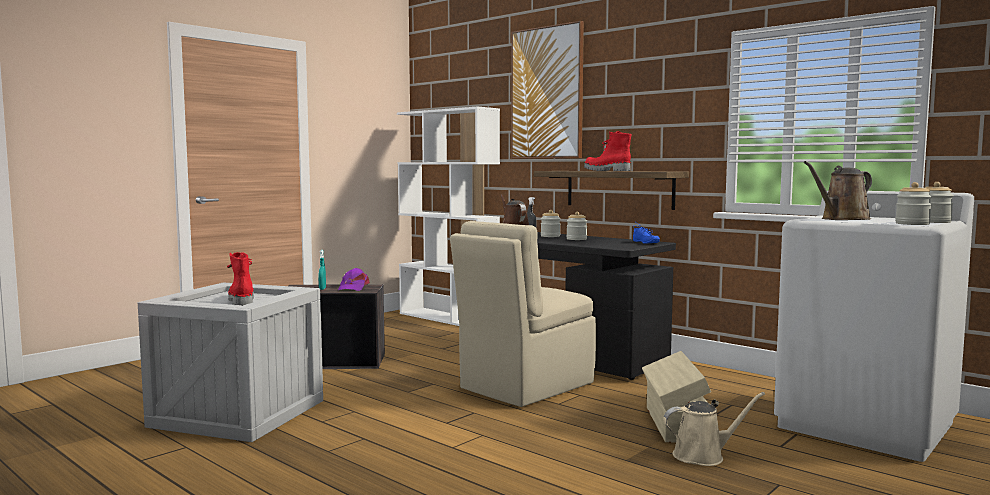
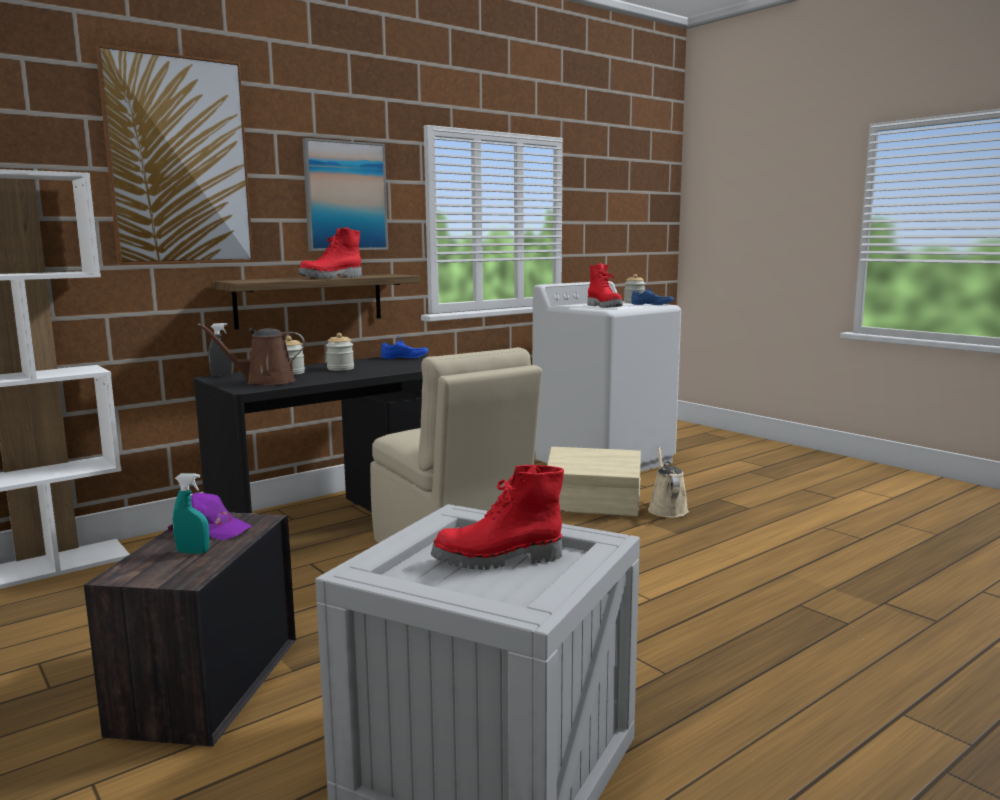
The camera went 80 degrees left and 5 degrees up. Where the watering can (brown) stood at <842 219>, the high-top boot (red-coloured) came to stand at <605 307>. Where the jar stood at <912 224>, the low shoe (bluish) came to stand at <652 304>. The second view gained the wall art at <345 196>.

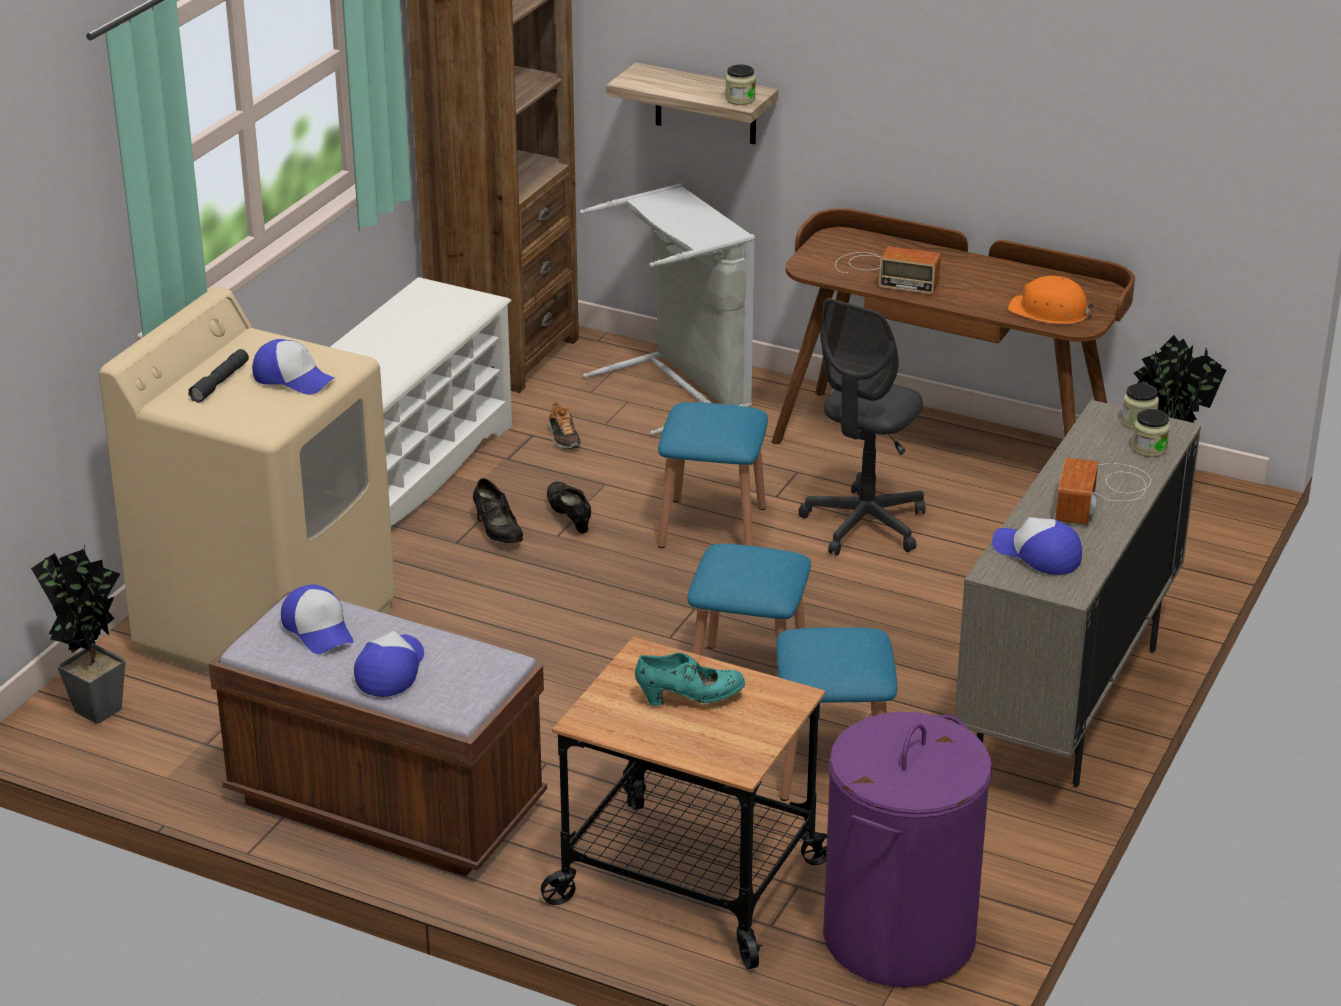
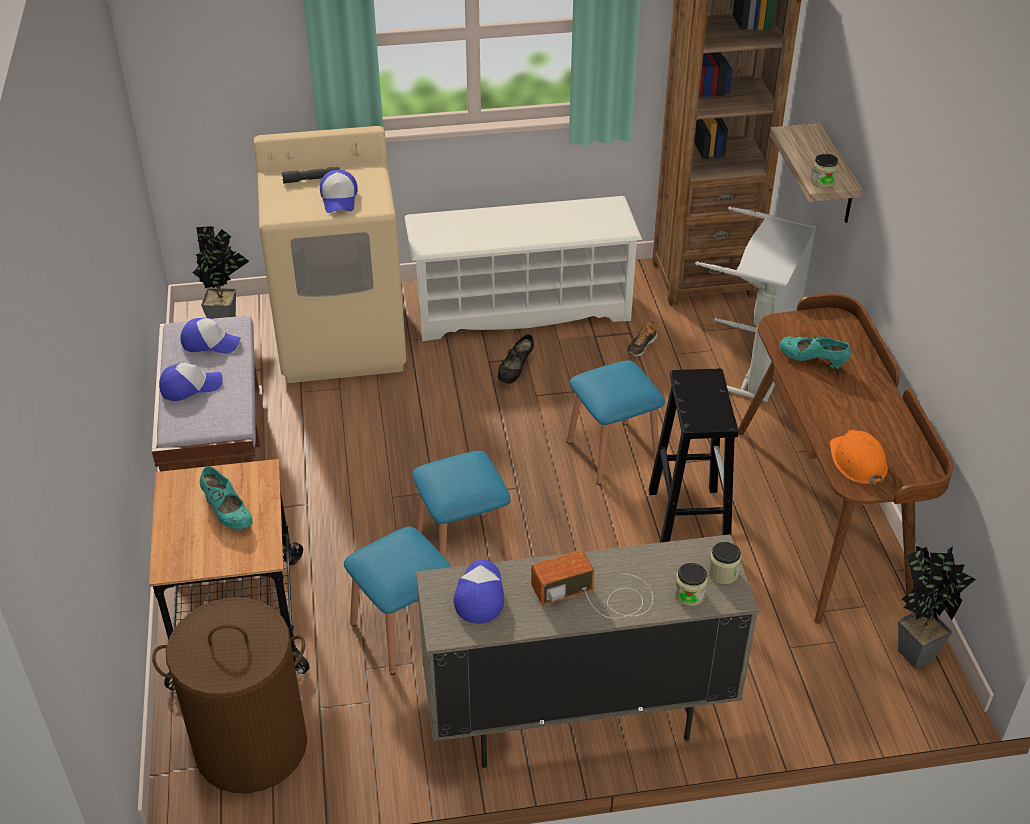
The camera went 55 degrees right and 10 degrees up. The peaked cap at <319 629> ended up facing another way, 105 degrees counterclockwise from before. The second view lost the low shoe (black) at <569 518>. Where the computer chair (grey) stood at <864 525>, the stool seat (black) came to stand at <687 518>. What was the washing basket (purplish) at <899 937> turned into the washing basket (brown) at <251 747>. Where the radio receiver stood at <884 273>, the low shoe (blue-green) came to stand at <812 361>.

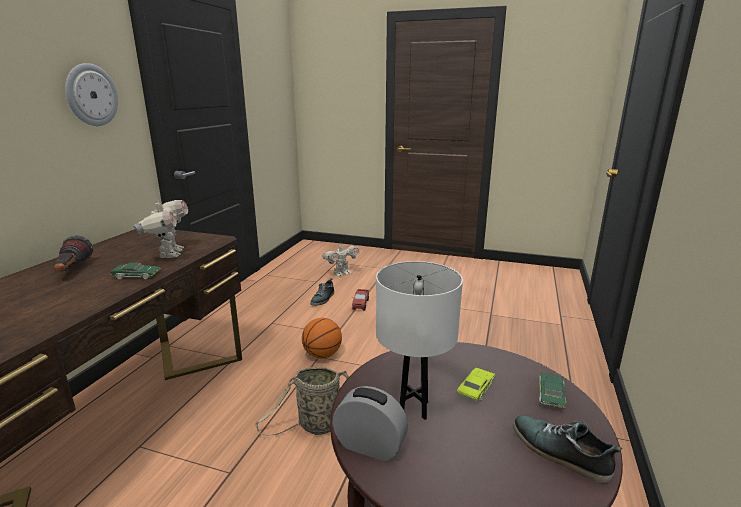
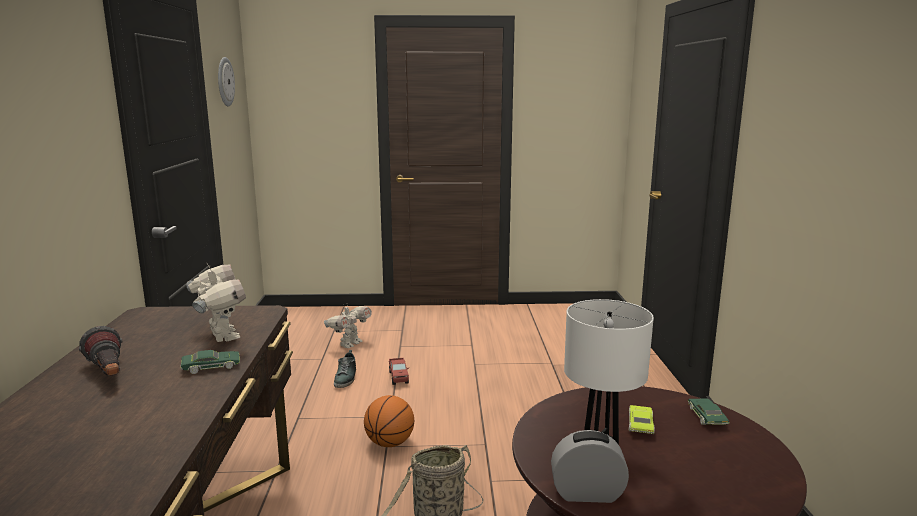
The camera went 20 degrees left and 5 degrees down. The hanging clock ended up elsewhere, having gone from <91 95> to <224 81>. The second view lost the low shoe at <559 452>.

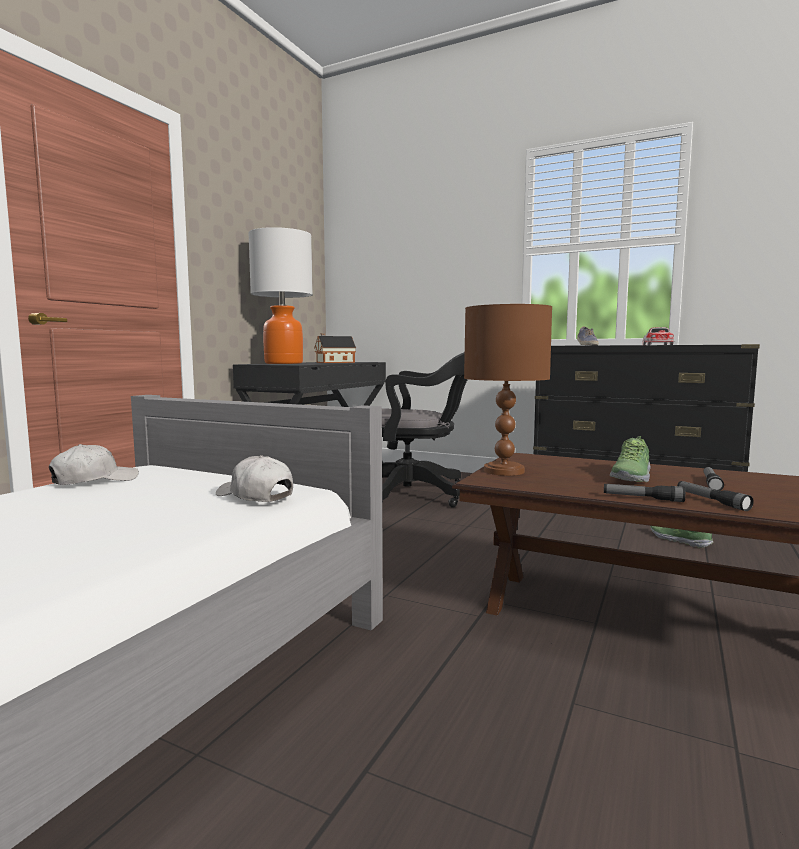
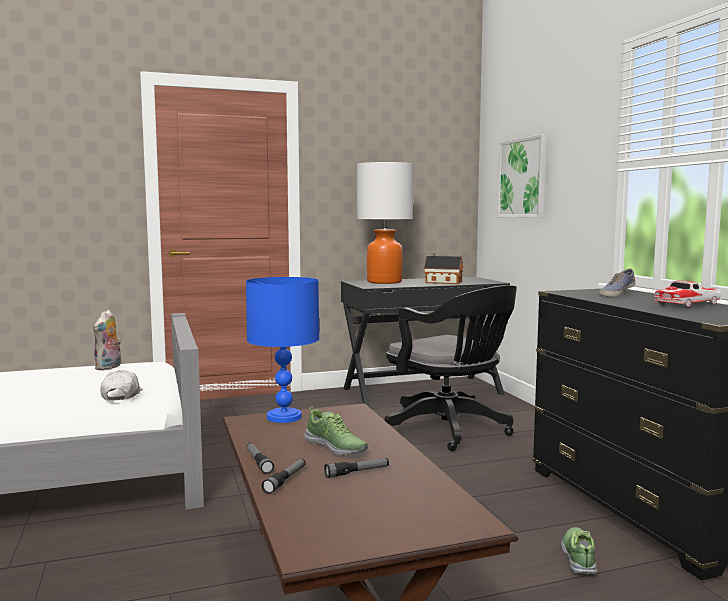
The camera went 45 degrees right and 0 degrees up. Where the peaked cap (white-coloured) stood at <94 480>, the plush toy came to stand at <109 367>. What was the table lamp (brown) at <503 470> turned into the table lamp (bluish) at <284 417>. The low shoe at <630 476> ended up facing another way, 120 degrees counterclockwise from before. The second view gained the wall art at <522 178>.

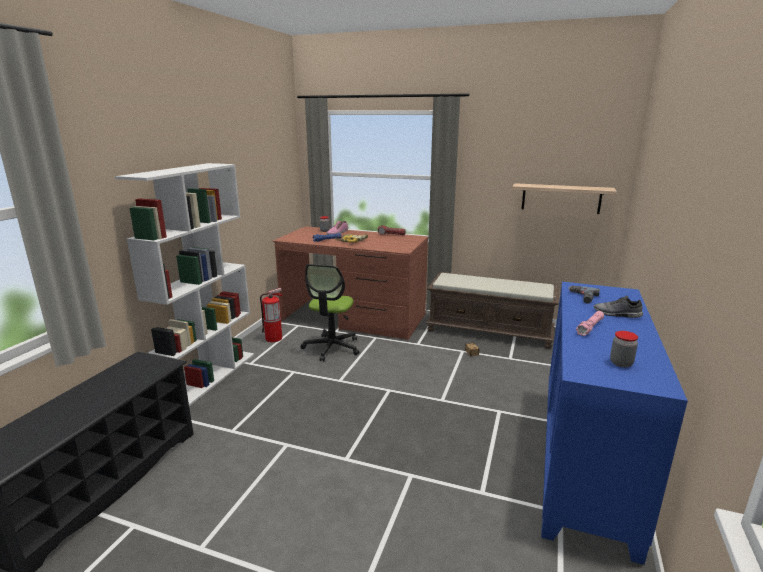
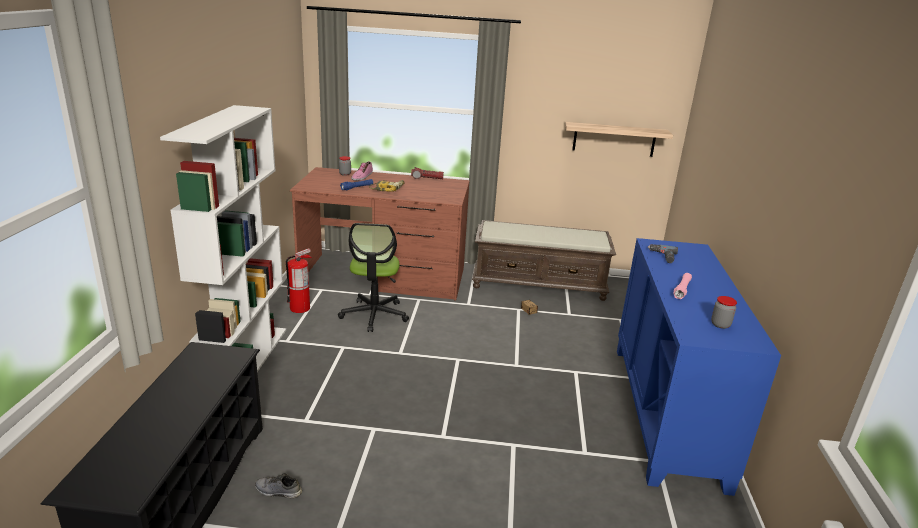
The camera went 15 degrees left and 5 degrees up. The low shoe (grey) ended up elsewhere, having gone from <616 314> to <278 491>.

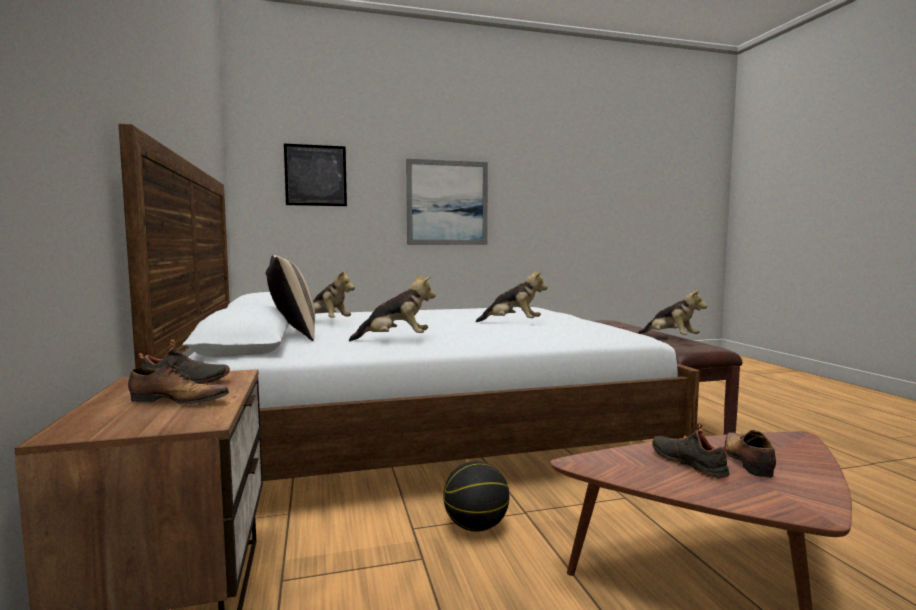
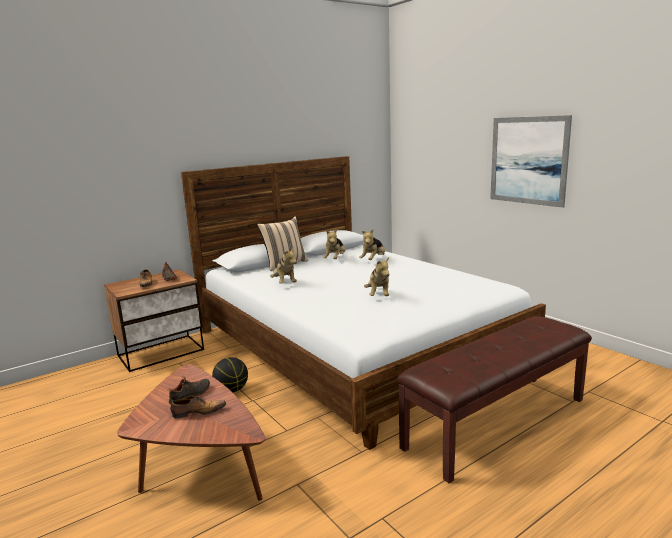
The camera went 70 degrees right and 10 degrees up. The second view lost the wall art at <315 175>. The plush toy ended up elsewhere, having gone from <670 338> to <373 260>.

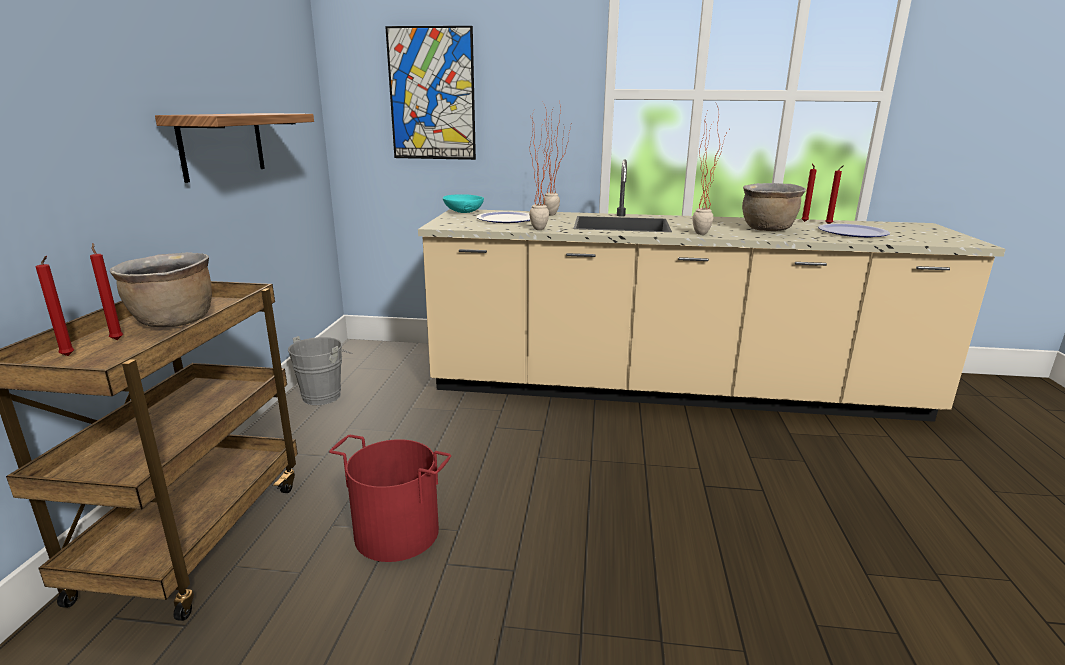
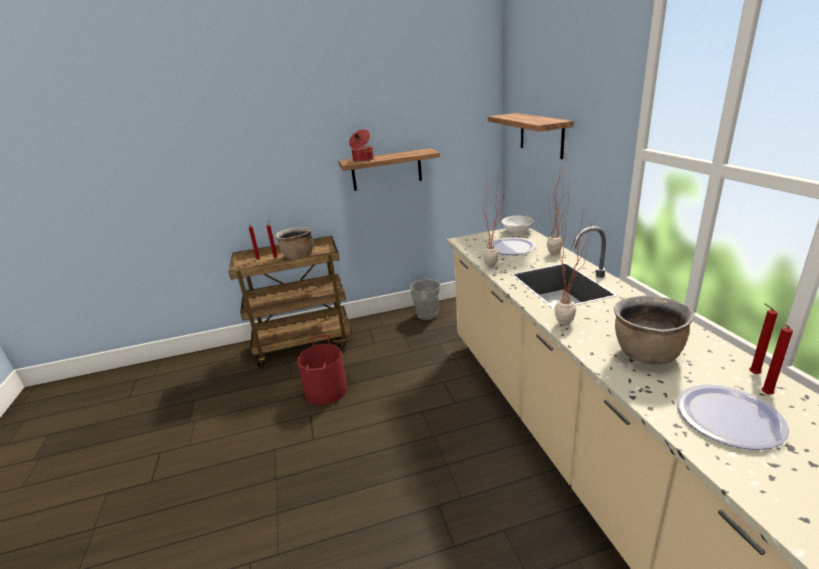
The camera went 70 degrees right and 5 degrees up. Where the wall art hung at <432 94>, the bracket shelf came to hang at <541 135>. What was the deep dish (blue-green) at <464 212> turned into the deep dish (white-coloured) at <517 231>. The second view gained the cooking pot at <362 160>.

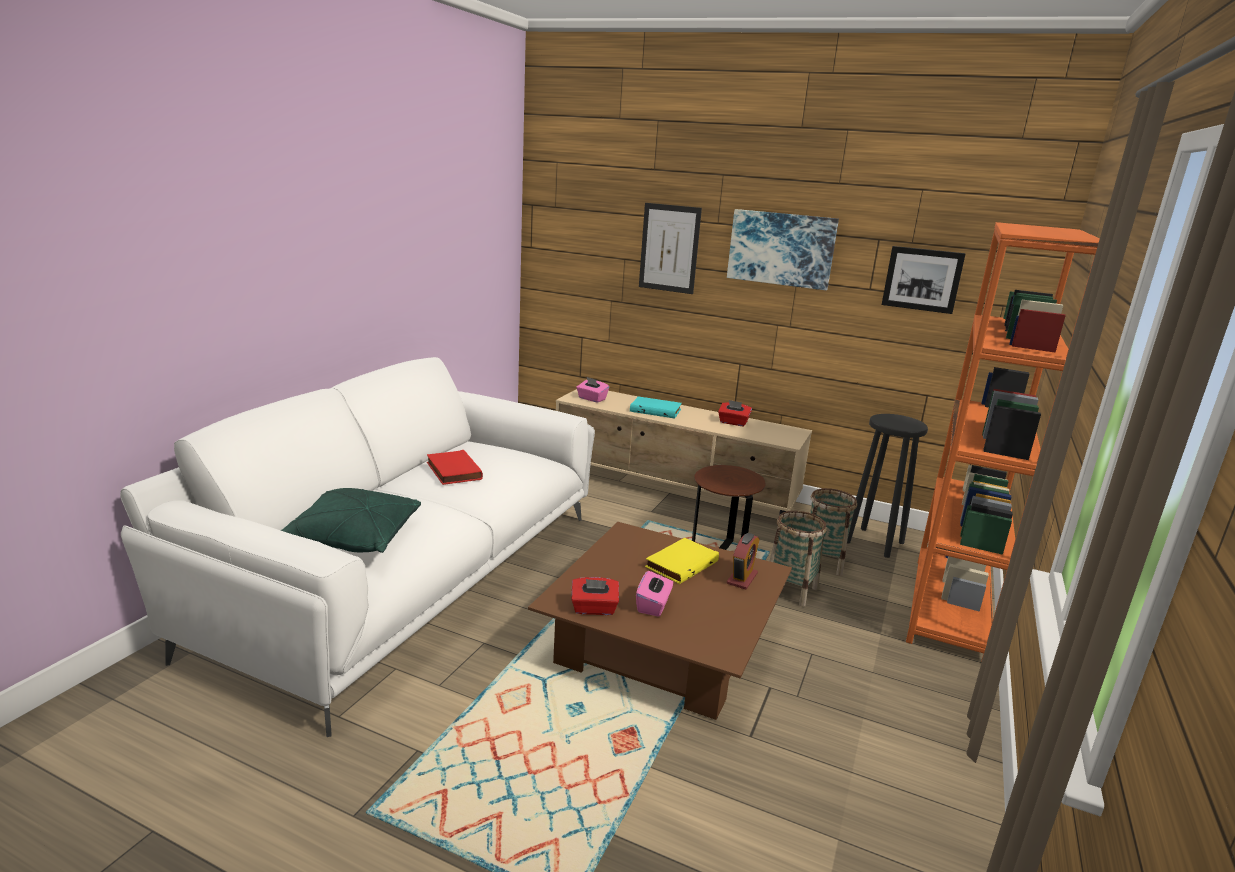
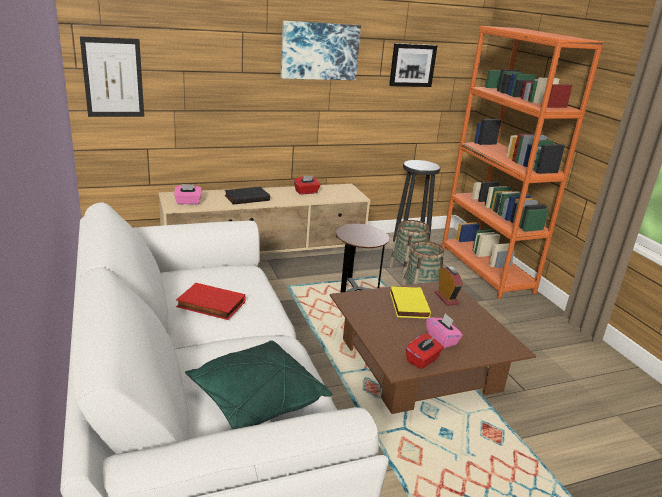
The camera went 45 degrees left and 5 degrees up. What was the volume (blue-green) at <656 410> turned into the volume (black) at <247 197>. The wall art ended up elsewhere, having gone from <669 248> to <113 78>.

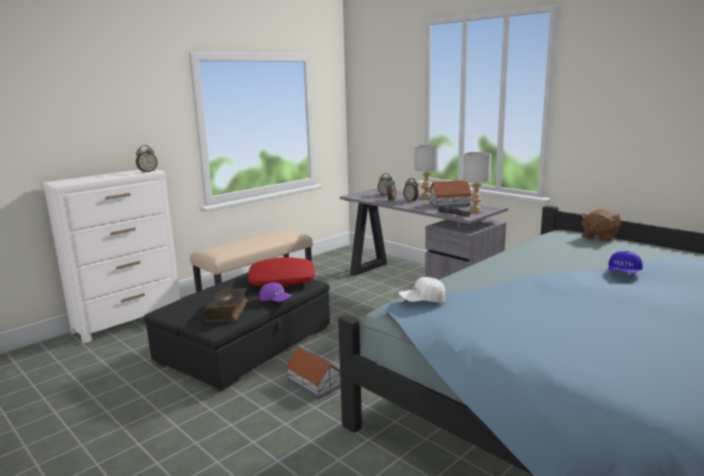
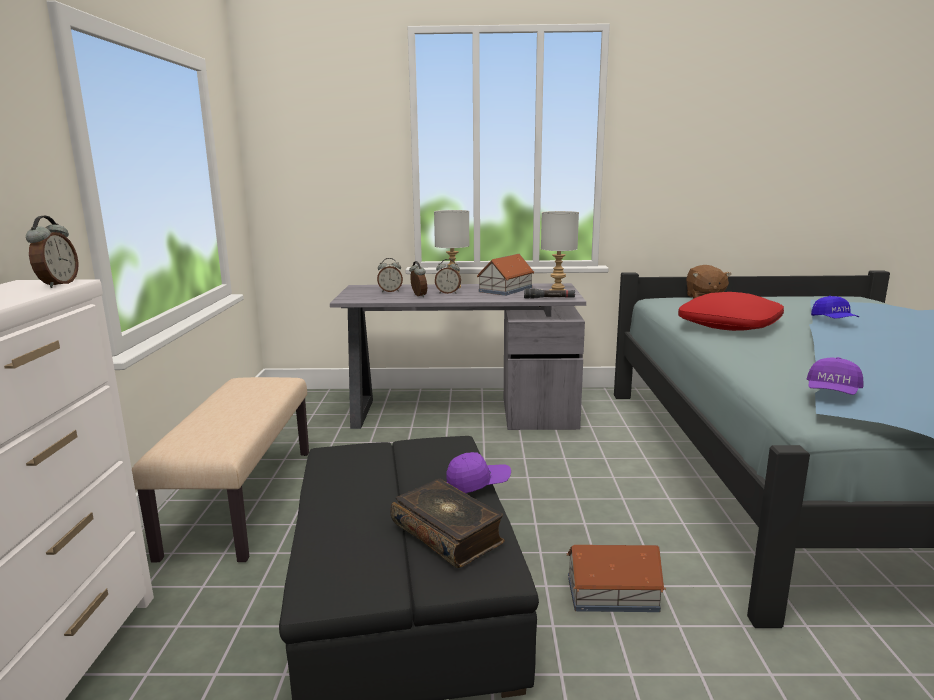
The camera went 45 degrees left and 0 degrees up. The pillow (red-coloured) ended up elsewhere, having gone from <282 281> to <730 325>. What was the peaked cap (white-coloured) at <422 300> turned into the peaked cap (purplish) at <832 393>.

